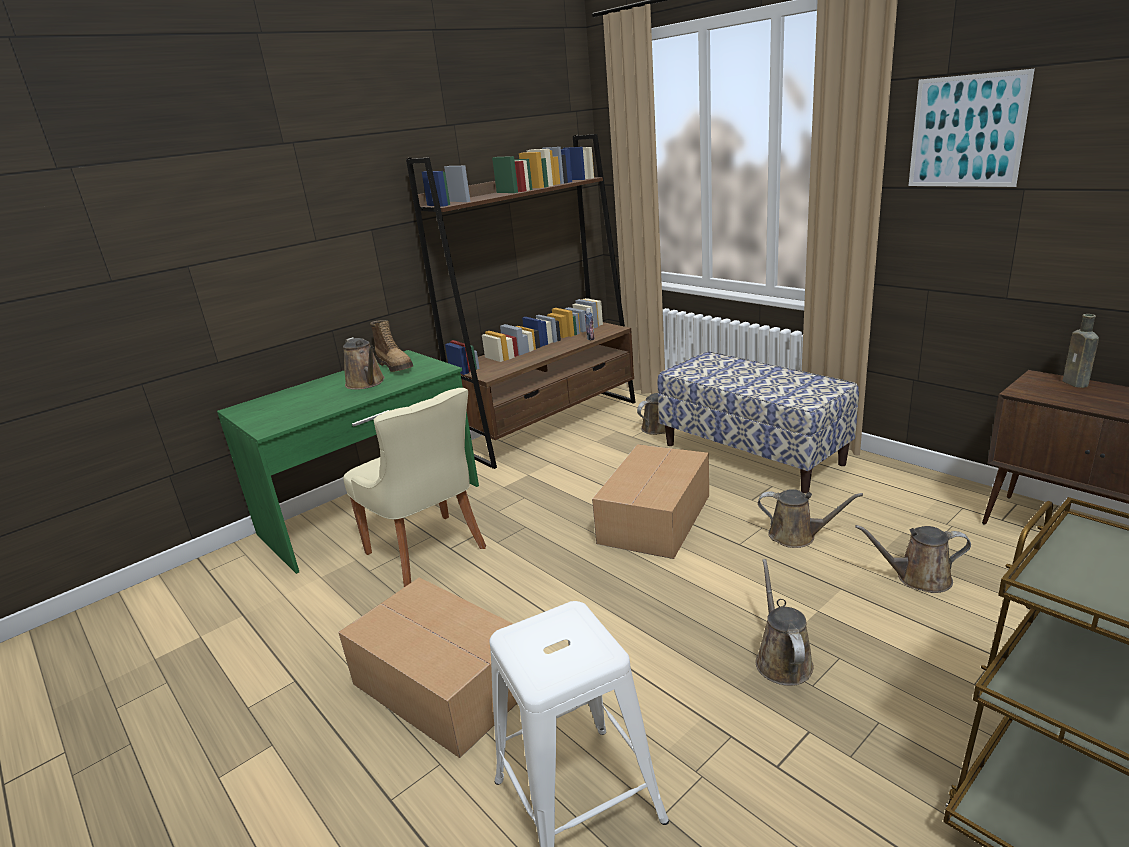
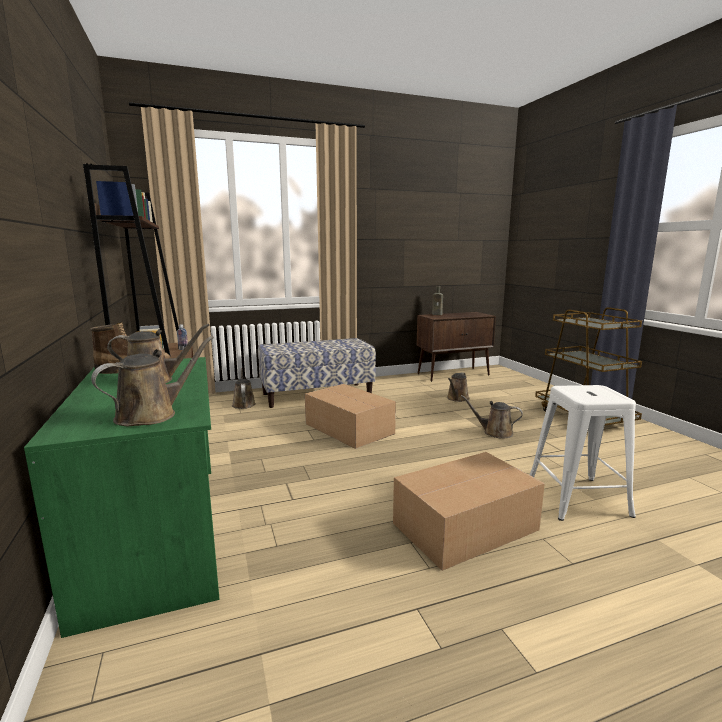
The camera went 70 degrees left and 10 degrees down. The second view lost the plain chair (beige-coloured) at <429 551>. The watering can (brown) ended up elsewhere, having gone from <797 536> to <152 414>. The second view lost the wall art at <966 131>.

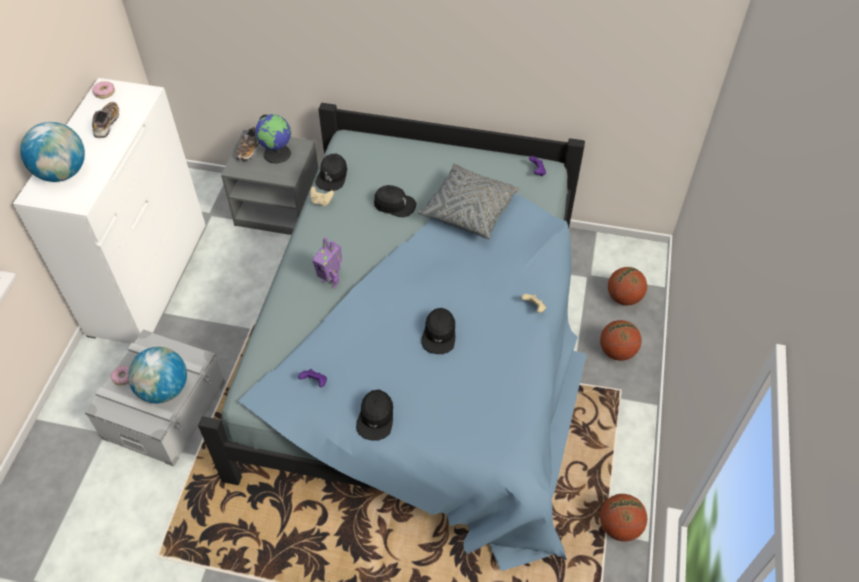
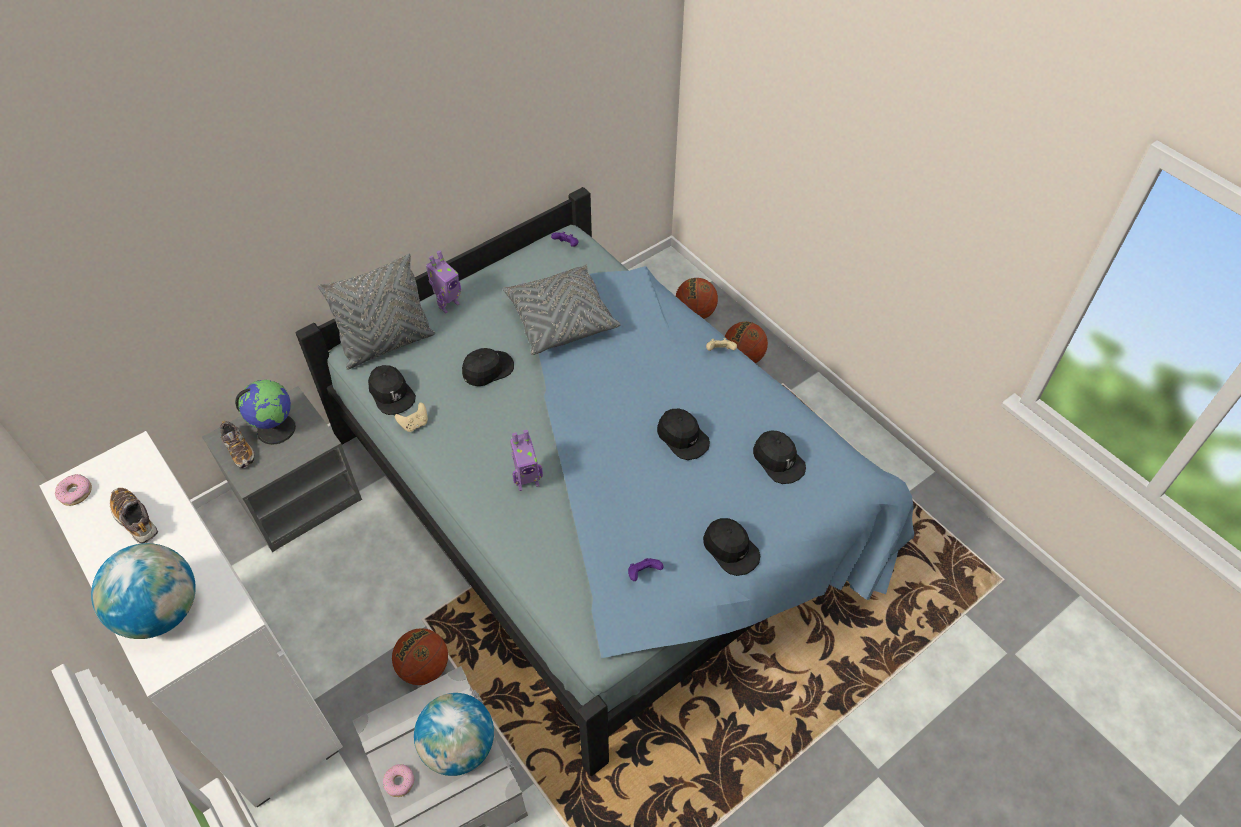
The camera went 50 degrees left and 0 degrees up. The ball for basketball ended up elsewhere, having gone from <619 526> to <424 667>. The second view gained the pillow (grey) at <387 344>. The second view gained the toy robot at <448 305>. The second view gained the peaked cap (black) at <778 460>.

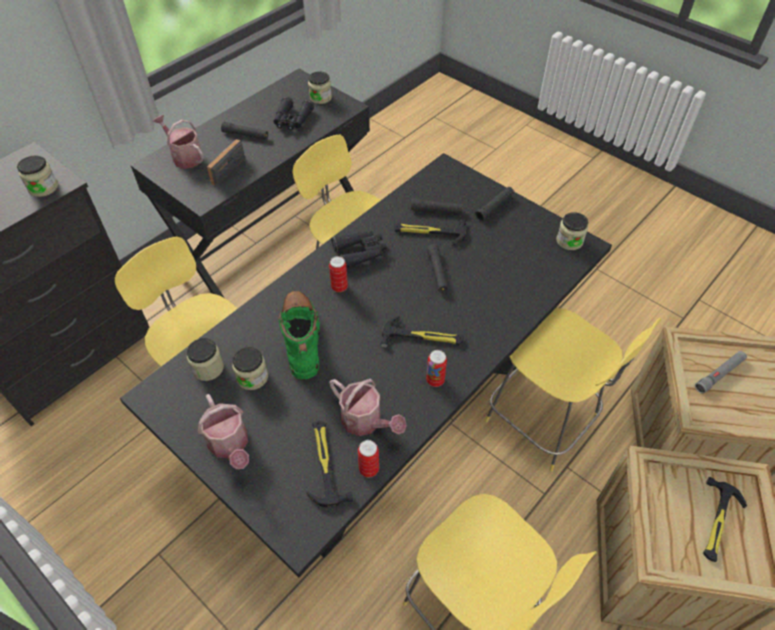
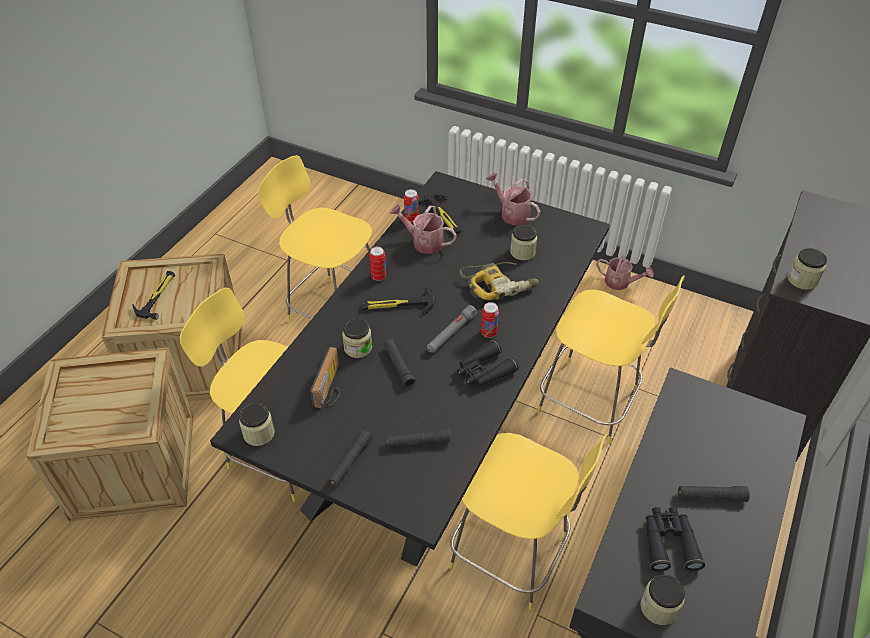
The camera went 165 degrees right and 5 degrees down. The watering can ended up elsewhere, having gone from <184 156> to <620 283>. The jar ended up elsewhere, having gone from <208 368> to <358 347>. The radio receiver ended up elsewhere, having gone from <225 168> to <331 388>. Where the high-top boot (green-coloured) stood at <302 339>, the drill came to stand at <499 284>. The second view lost the hammer at <429 232>. The flashlight (grey) ended up elsewhere, having gone from <719 374> to <451 333>.

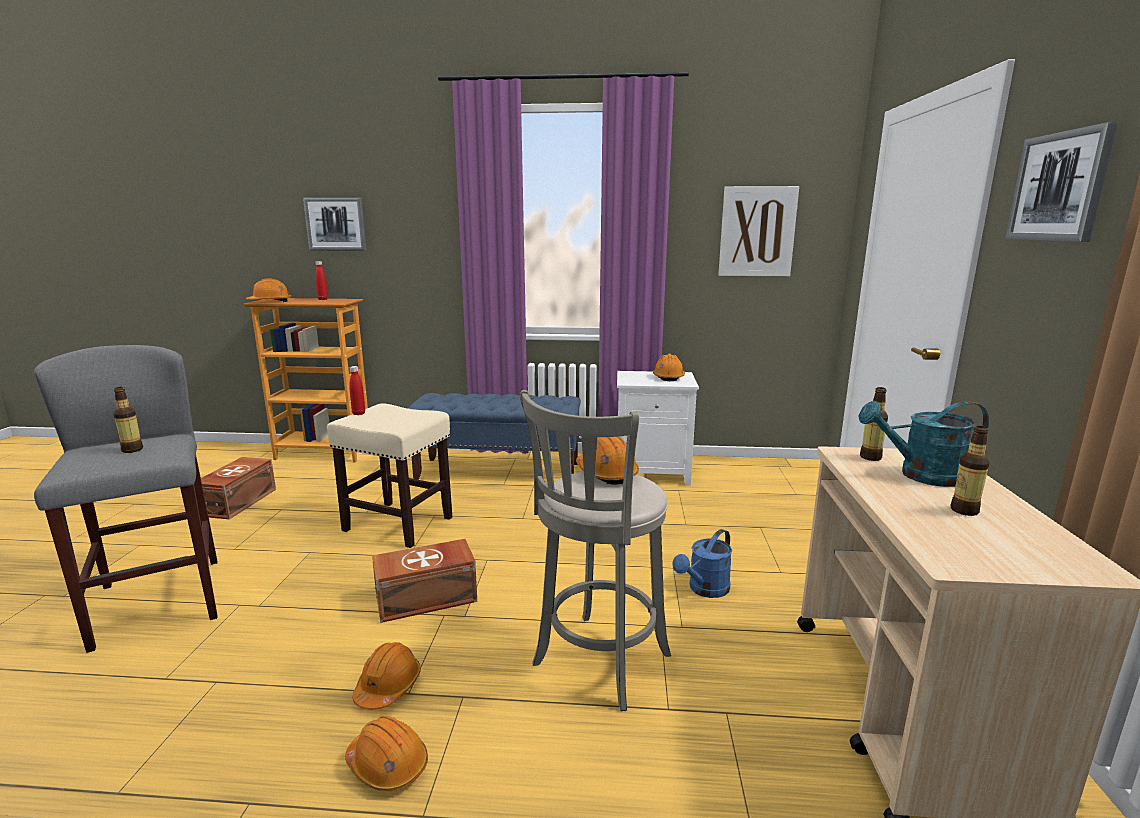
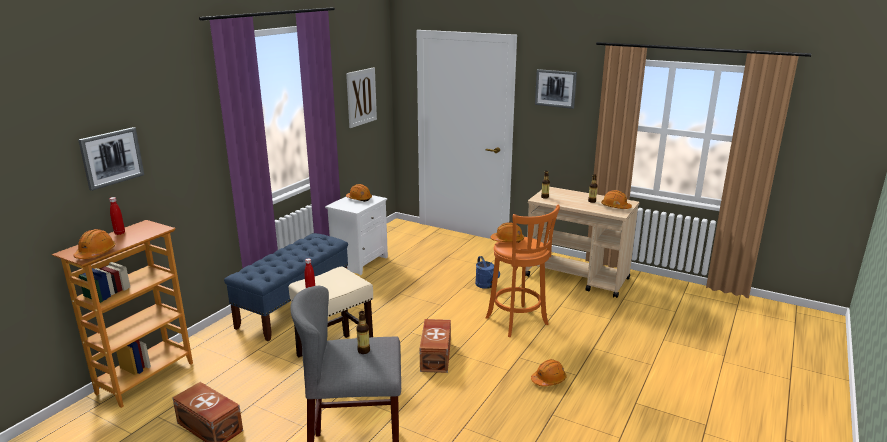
The camera went 65 degrees left and 5 degrees up. The work helmet (orange-coloured) ended up elsewhere, having gone from <388 686> to <615 207>. What was the stool seat (grey) at <597 663> turned into the stool seat (orange-coloured) at <518 322>. The second view lost the watering can (blue-green) at <921 476>.

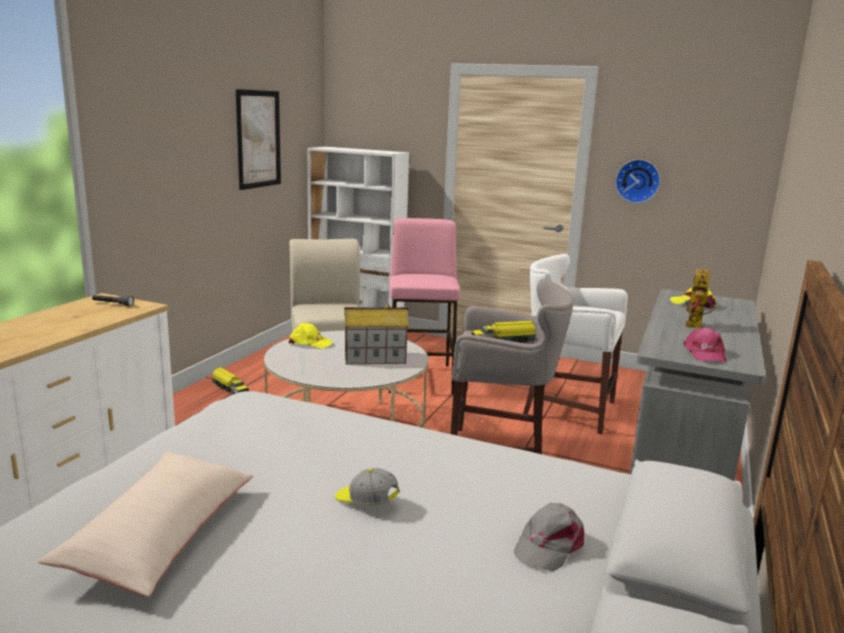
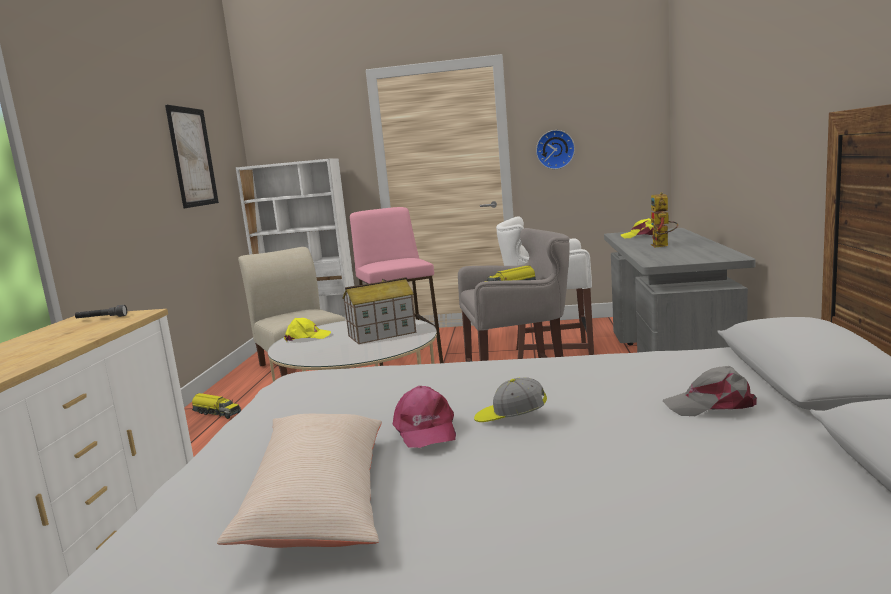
The camera went 15 degrees left and 5 degrees down. The peaked cap (grey) at <548 544> ended up facing another way, 75 degrees clockwise from before. The peaked cap (pink) ended up elsewhere, having gone from <704 353> to <424 429>.

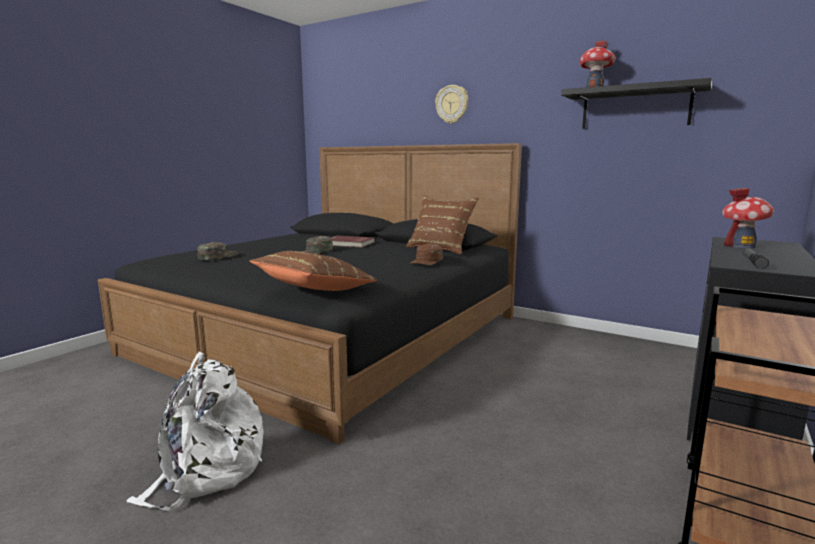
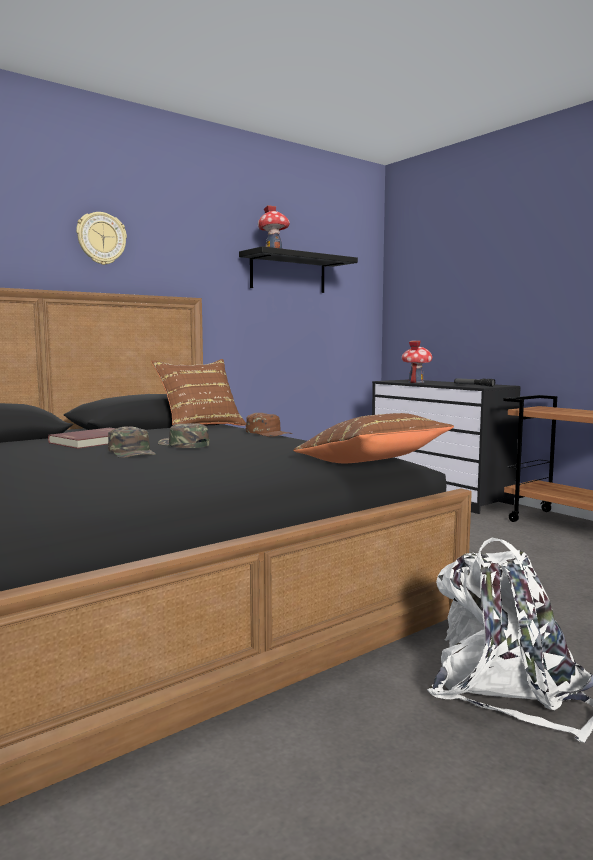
The camera went 70 degrees left and 5 degrees down. The peaked cap (green-coloured) ended up elsewhere, having gone from <218 256> to <183 445>.

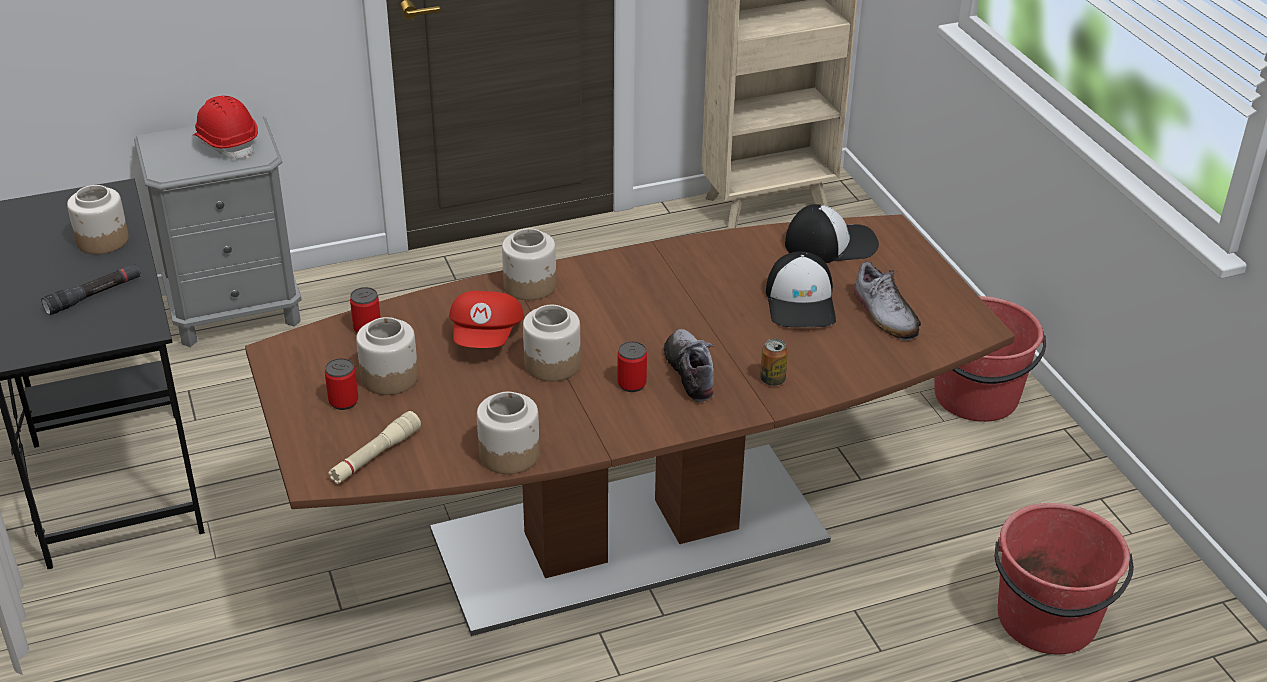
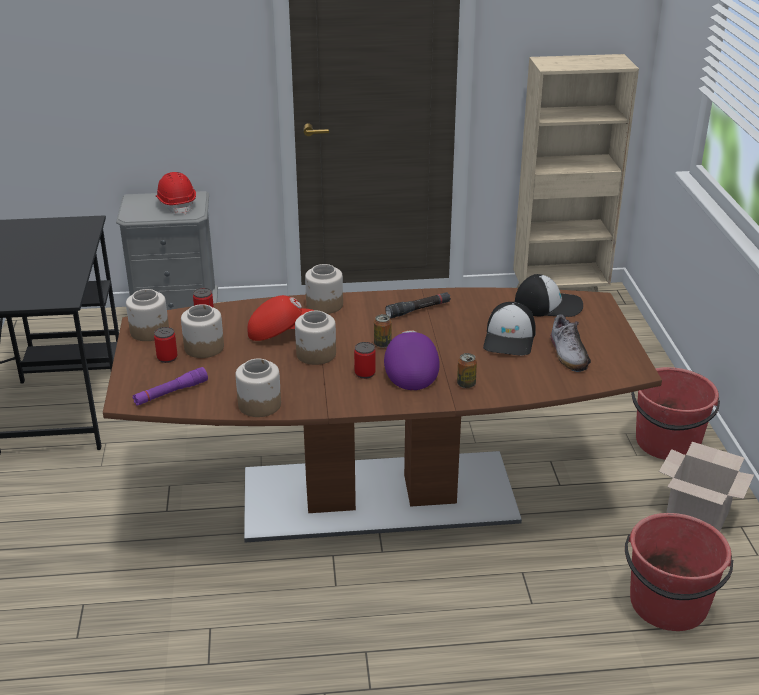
The camera went 15 degrees right and 5 degrees down. The flashlight (black) ended up elsewhere, having gone from <94 295> to <418 310>. The jar ended up elsewhere, having gone from <103 240> to <150 331>. What was the flashlight (beige-coloured) at <375 456> turned into the flashlight (purplish) at <171 393>. The peaked cap (red-coloured) at <487 337> ended up facing another way, 120 degrees counterclockwise from before. Where the low shoe stood at <690 371>, the peaked cap (purplish) came to stand at <409 371>. The second view gained the metal can at <382 344>. The second view gained the cardboard box at <699 513>.

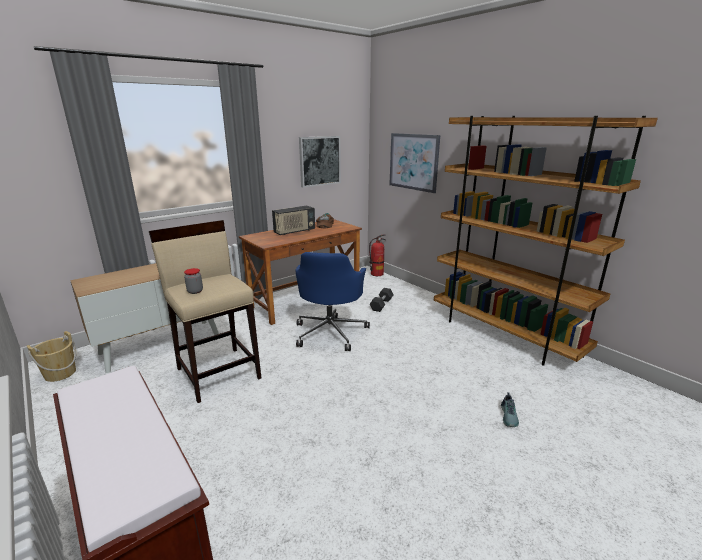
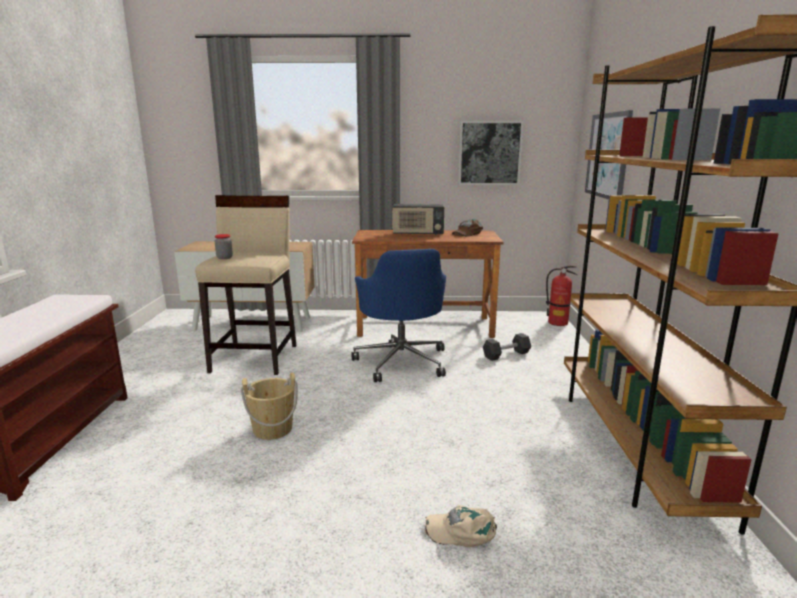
The camera went 40 degrees right and 5 degrees down. The pail (beige-coloured) ended up elsewhere, having gone from <60 373> to <272 429>. The computer chair (bluish) at <331 332> ended up facing another way, 60 degrees counterclockwise from before. Where the low shoe stood at <509 416>, the peaked cap (beige-coloured) came to stand at <462 530>.

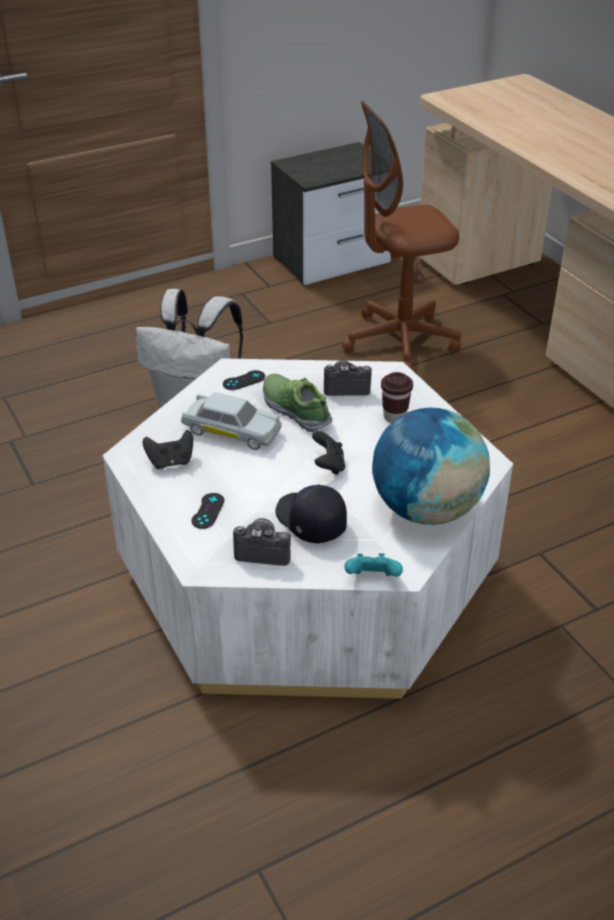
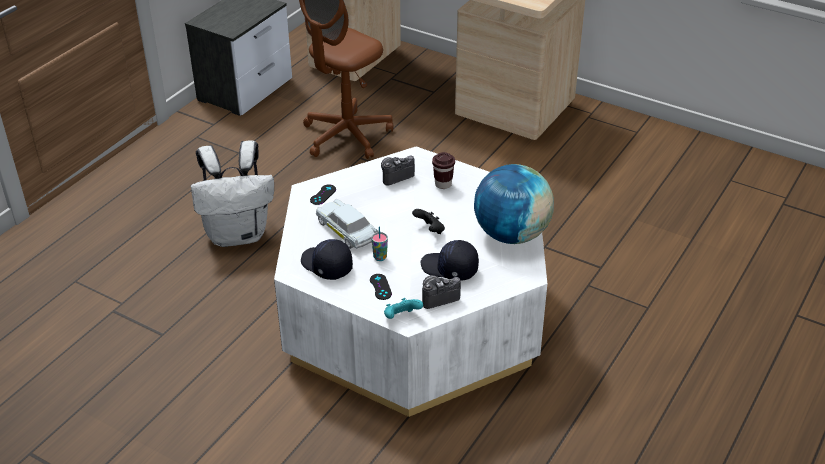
The camera went 30 degrees left and 0 degrees up. Where the gamepad (black) stood at <171 462>, the peaked cap (black) came to stand at <326 266>. The miniature car (white-coloured) at <231 431> ended up facing another way, 120 degrees counterclockwise from before. The second view lost the low shoe at <296 409>. The gamepad (blue-green) ended up elsewhere, having gone from <372 579> to <401 317>. The second view gained the drinking cup at <380 257>.

